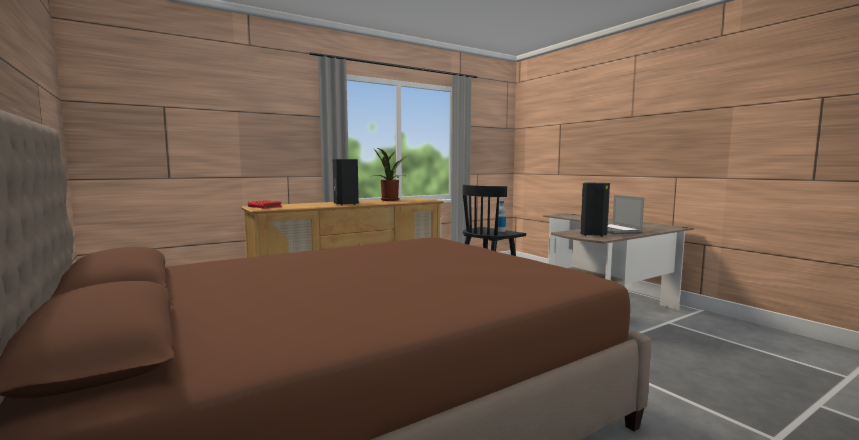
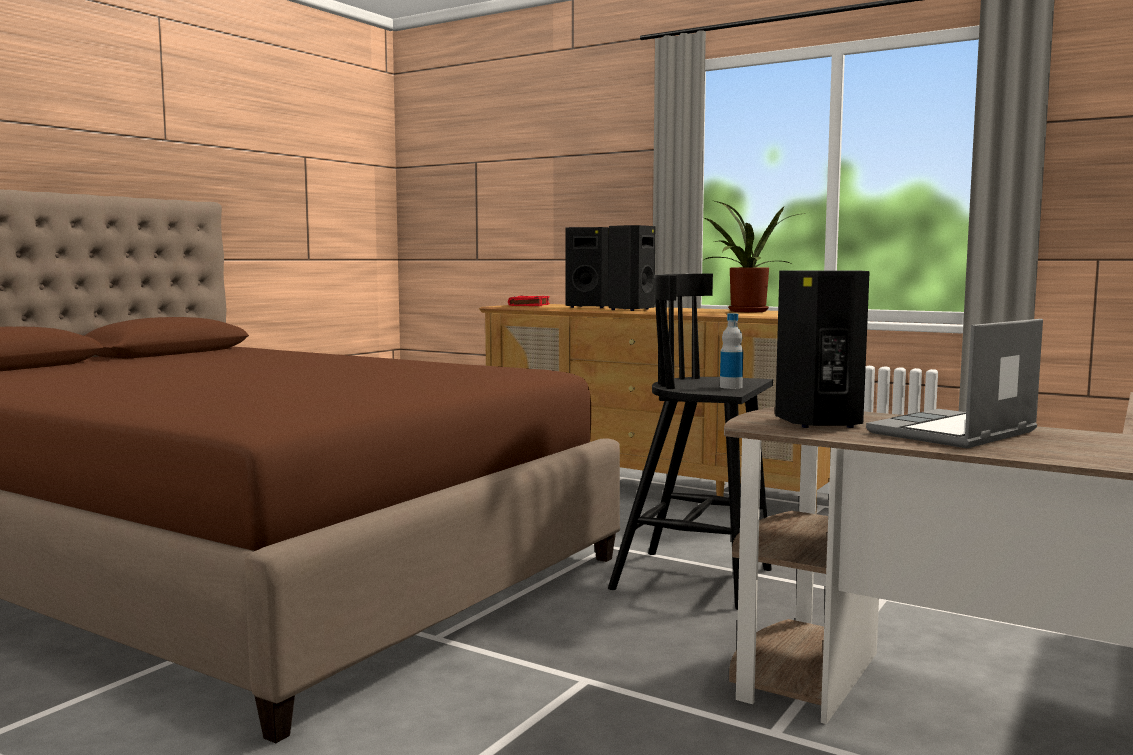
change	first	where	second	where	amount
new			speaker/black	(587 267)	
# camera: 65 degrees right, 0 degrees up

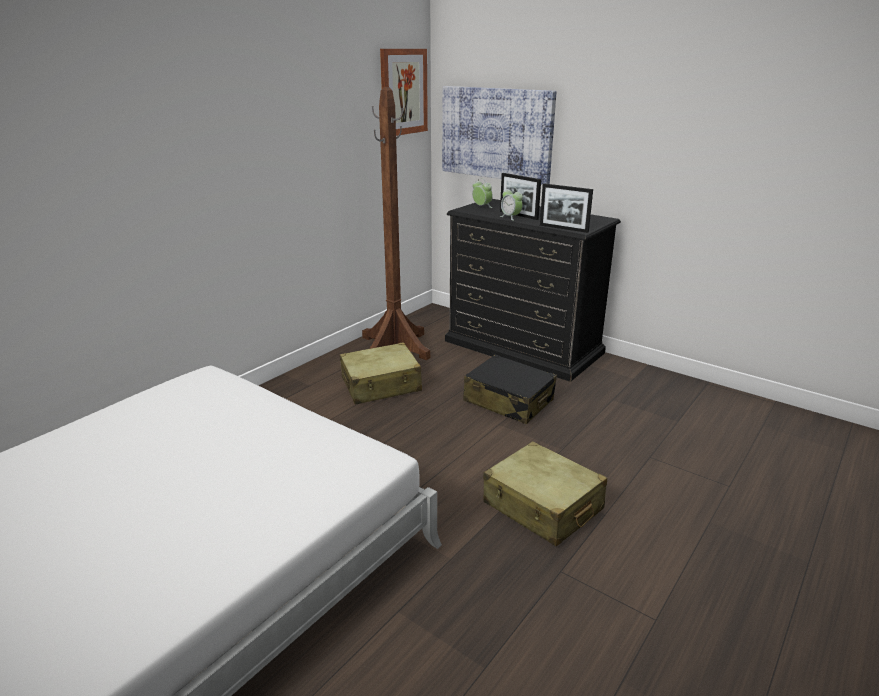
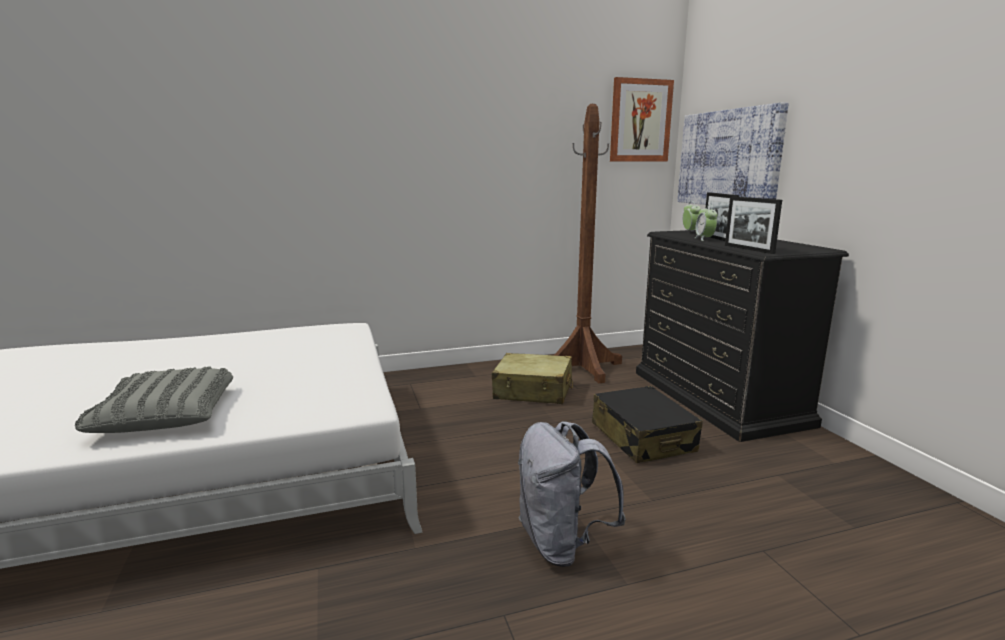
change	first	where	second	where	amount
swapped	suitcase/beige	(545 493)	backpack/grey	(572 494)	
new			pillow/grey	(153 399)	
# camera: 35 degrees right, 10 degrees down

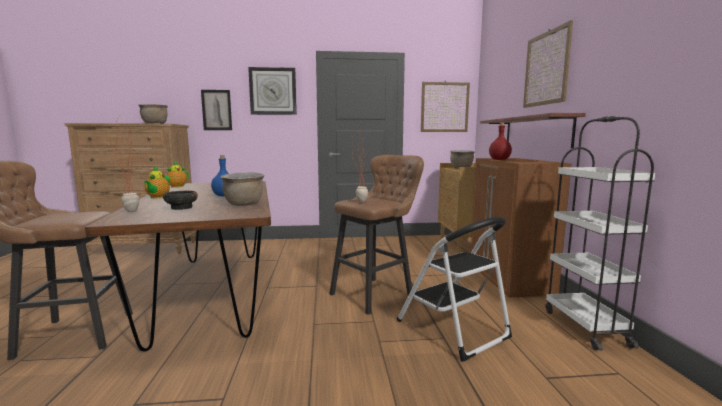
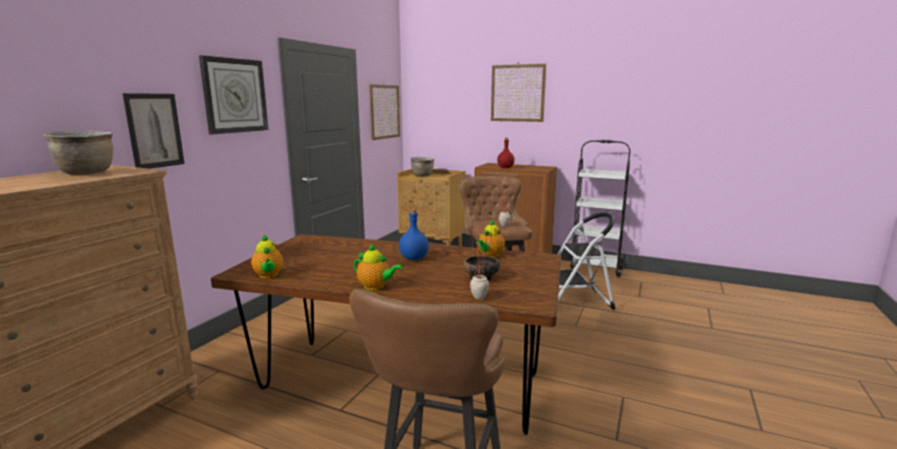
change	first	where	second	where	amount
swapped	cooking pot/brown	(242 189)	teapot	(490 238)	
gone	shelf	(533 130)			
# camera: 60 degrees left, 5 degrees up

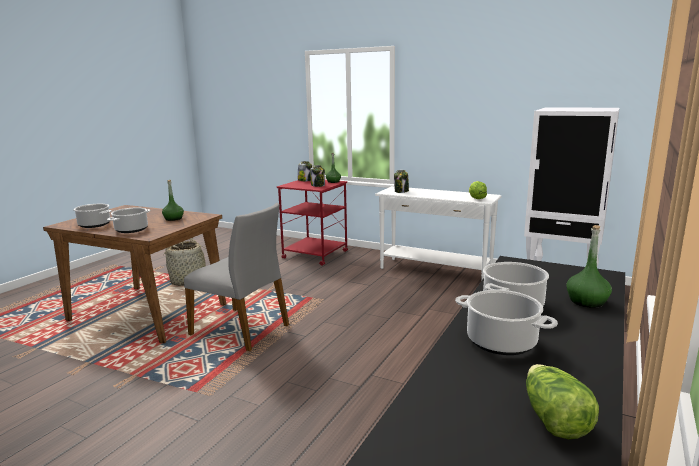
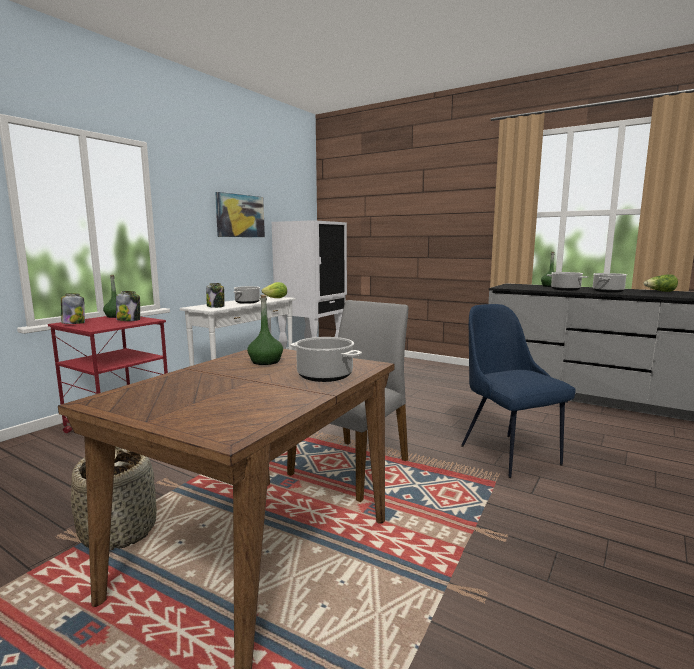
change	first	where	second	where	amount
shifted	cooking pot	(92 216)		(246 295)	
new			picture	(240 214)	
new			chair/blue	(518 391)	
# camera: 85 degrees left, 5 degrees down

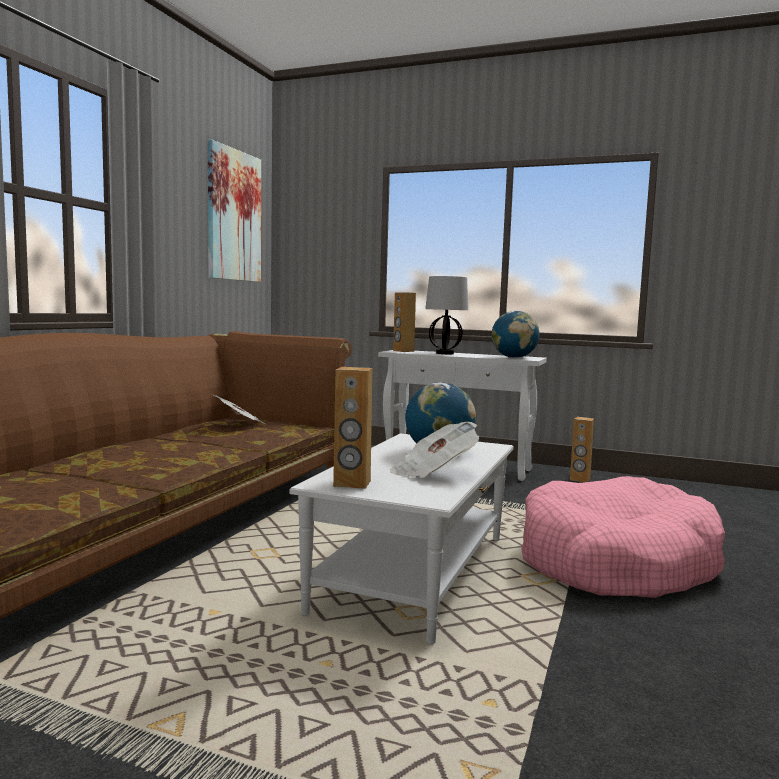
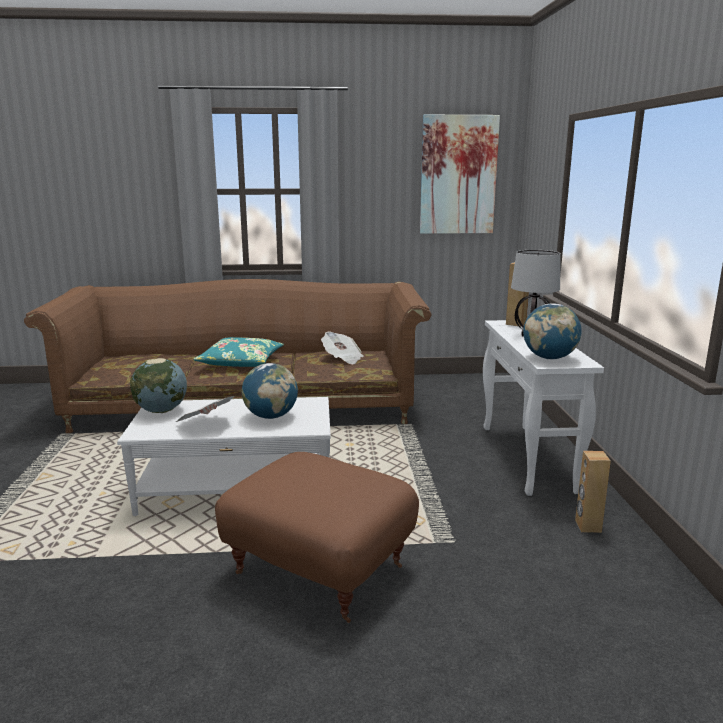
change	first	where	second	where	amount
swapped	speaker/brown	(352 428)	globe	(158 385)	
swapped	dog bed/pink	(623 537)	ottoman/brown	(317 537)	
new			pillow/turquoise	(238 352)	
# camera: 65 degrees right, 10 degrees up

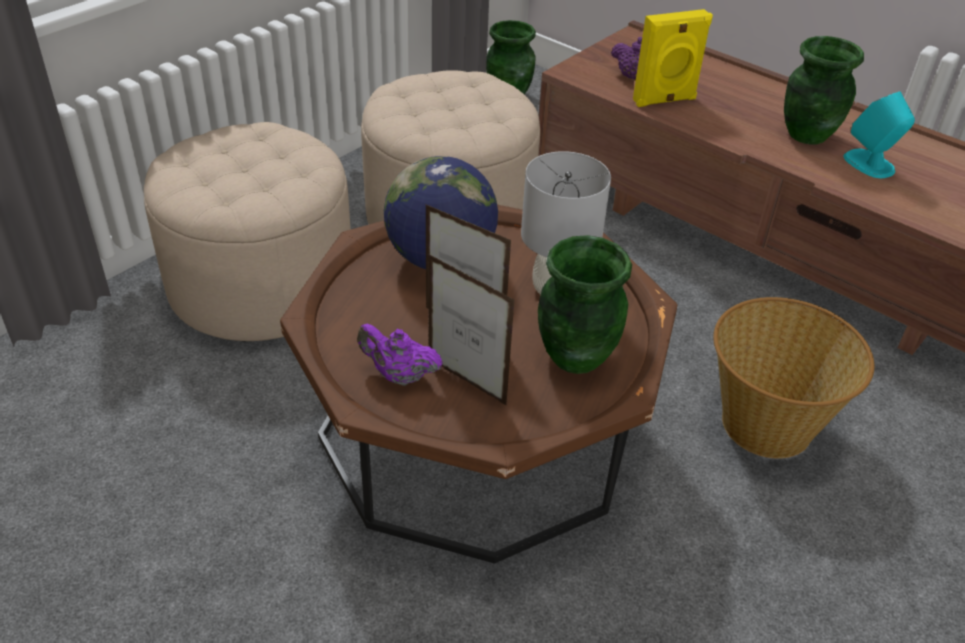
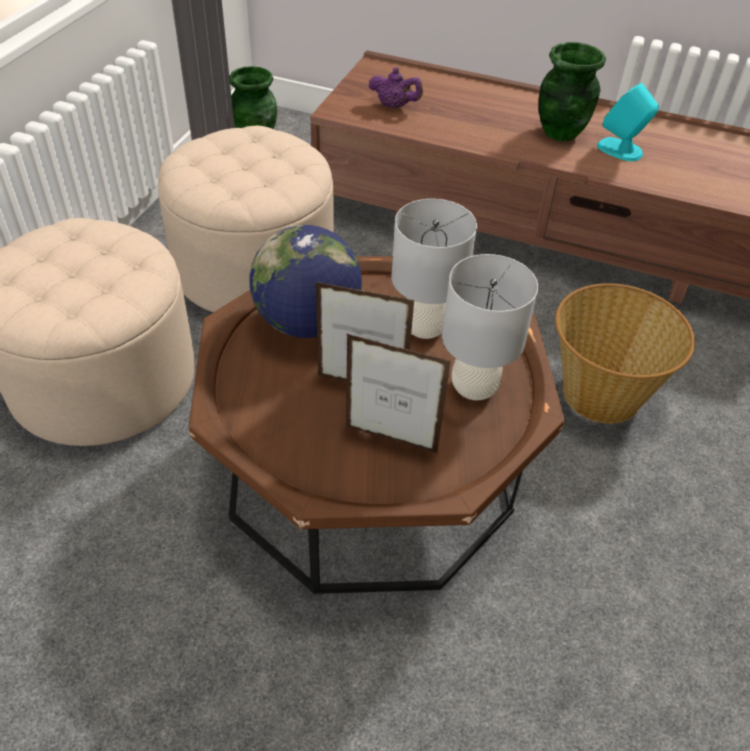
change	first	where	second	where	amount
gone	teapot/purple	(400 355)			
swapped	vase/green	(585 304)	table lamp/grey	(490 327)	
gone	speaker/yellow	(673 58)			
# camera: 20 degrees left, 5 degrees up

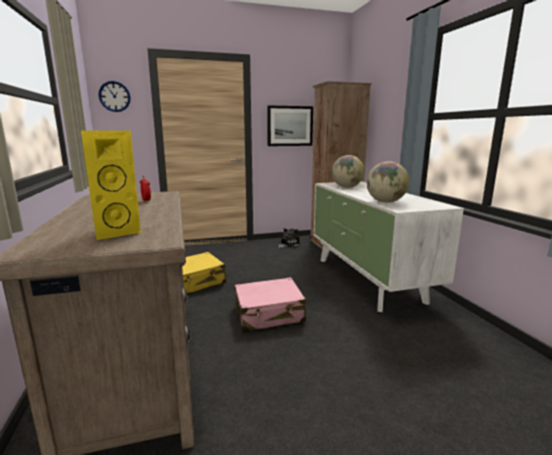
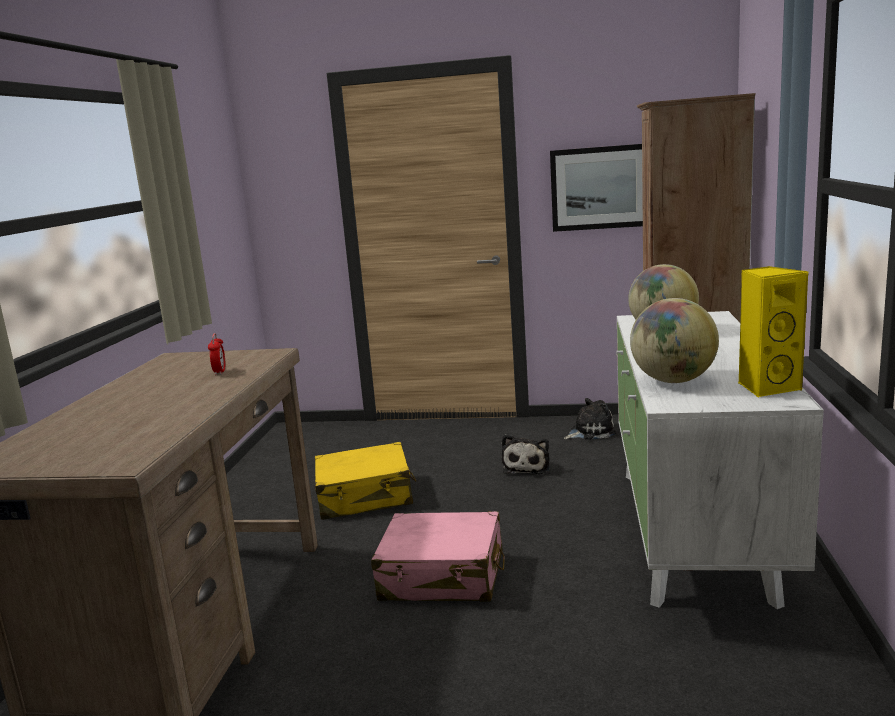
change	first	where	second	where	amount
shifted	speaker/yellow	(111 185)		(773 331)	
gone	wall clock	(114 96)			
new			plush toy	(526 454)	
# camera: 25 degrees right, 0 degrees up

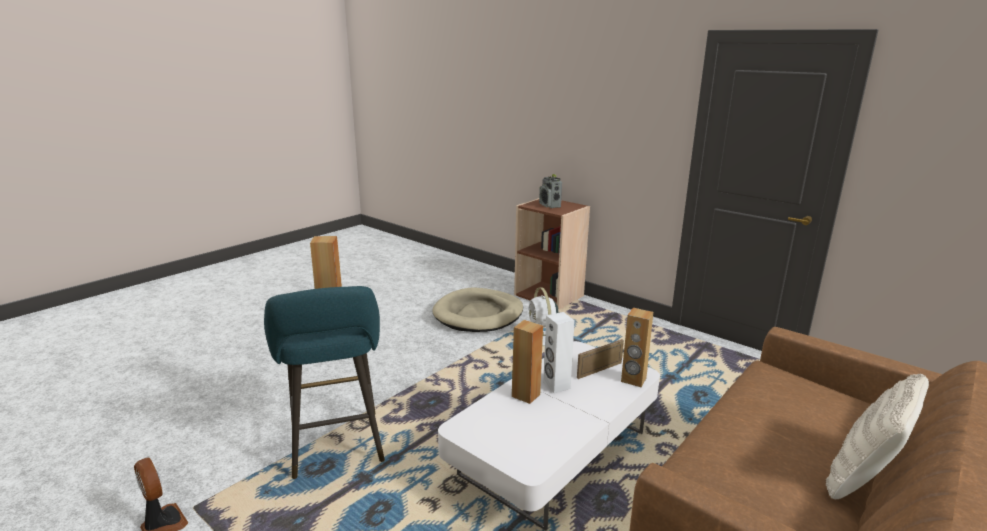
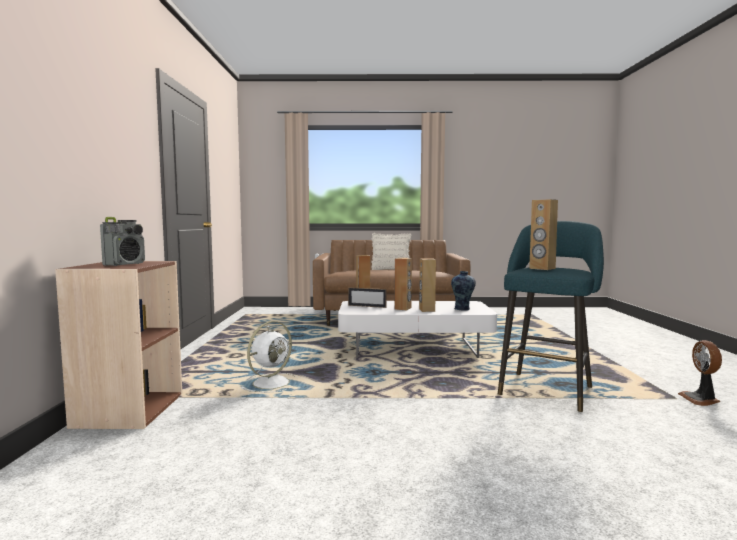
change	first	where	second	where	amount
gone	dog bed/beige	(477 309)			
repainted	speaker/white	(559 352)	speaker/brown	(403 284)	
new			vase	(463 291)	
# camera: 130 degrees left, 15 degrees down

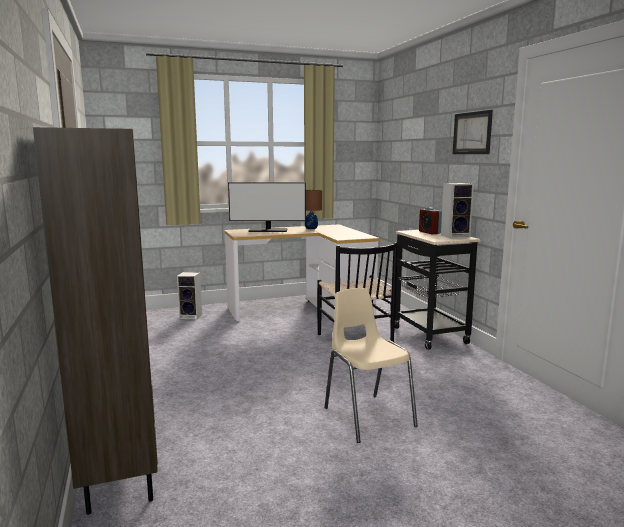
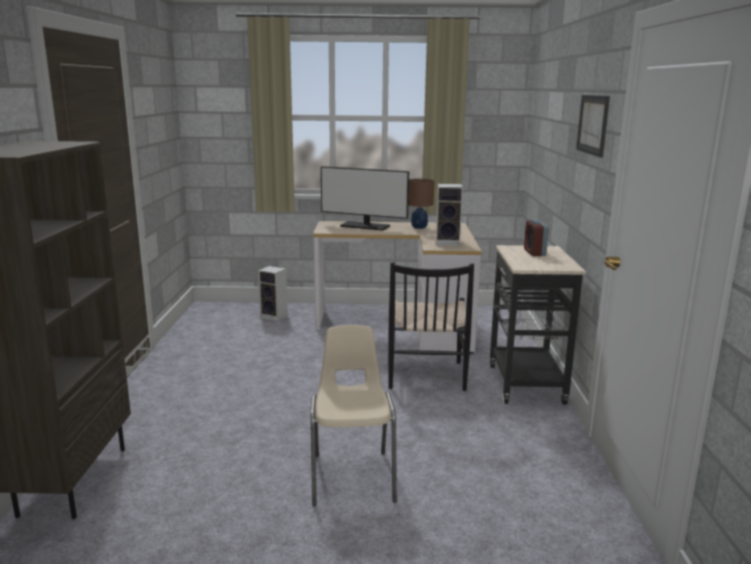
change	first	where	second	where	amount
shifted	speaker	(457 211)		(449 215)	
# camera: 20 degrees right, 5 degrees up

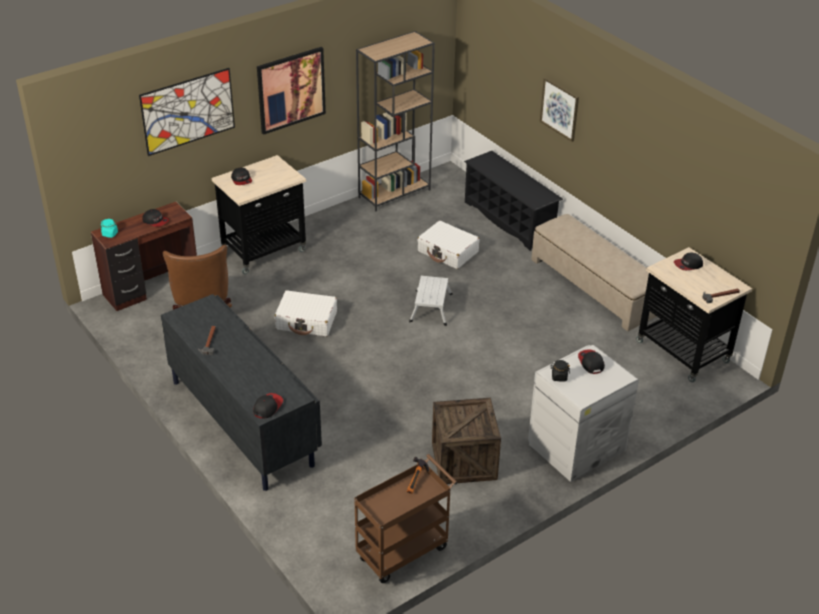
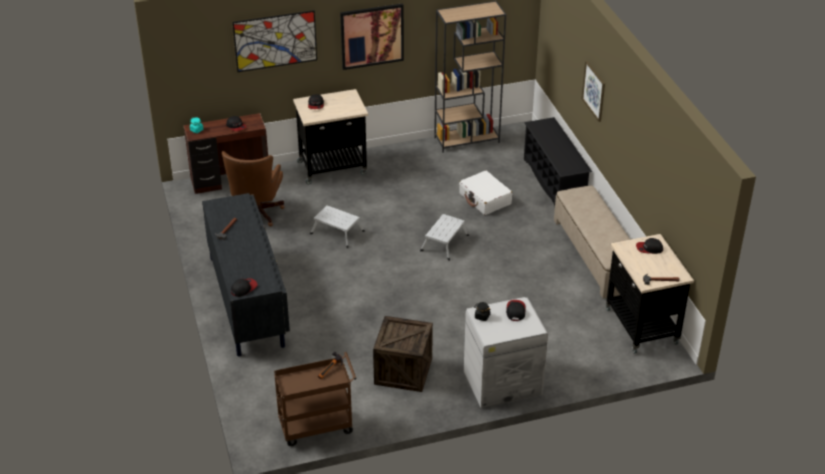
change	first	where	second	where	amount
swapped	suitcase/white	(306 313)	step ladder/white	(337 226)	
# camera: 20 degrees right, 0 degrees up

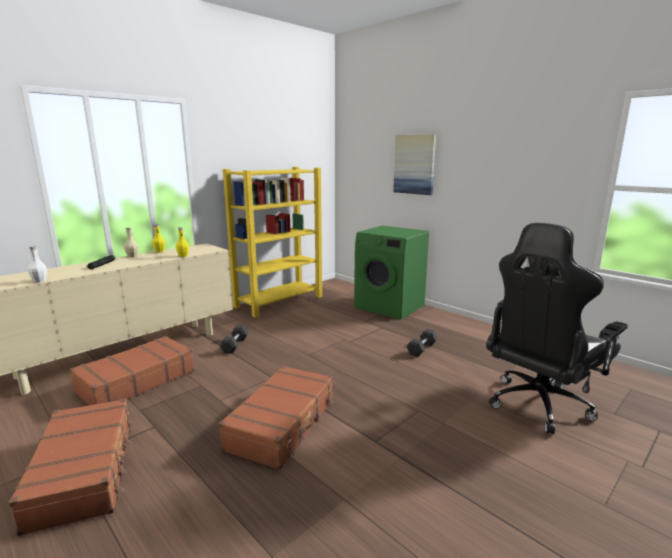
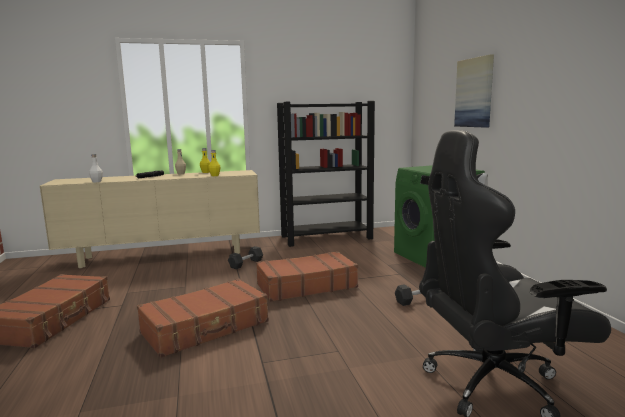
change	first	where	second	where	amount
shifted	suitcase/brown	(132 370)		(307 276)	
repainted	bookcase/yellow	(272 242)	bookcase/black	(326 174)	
# camera: 30 degrees right, 5 degrees down

